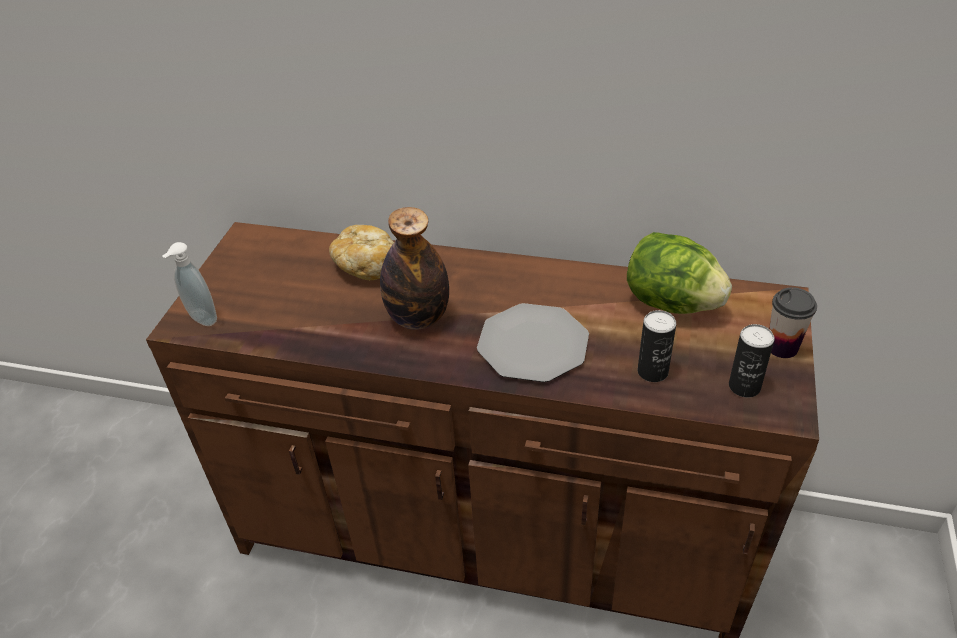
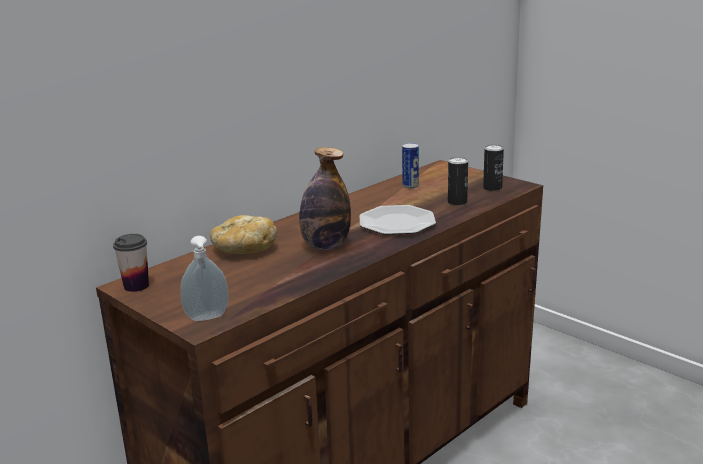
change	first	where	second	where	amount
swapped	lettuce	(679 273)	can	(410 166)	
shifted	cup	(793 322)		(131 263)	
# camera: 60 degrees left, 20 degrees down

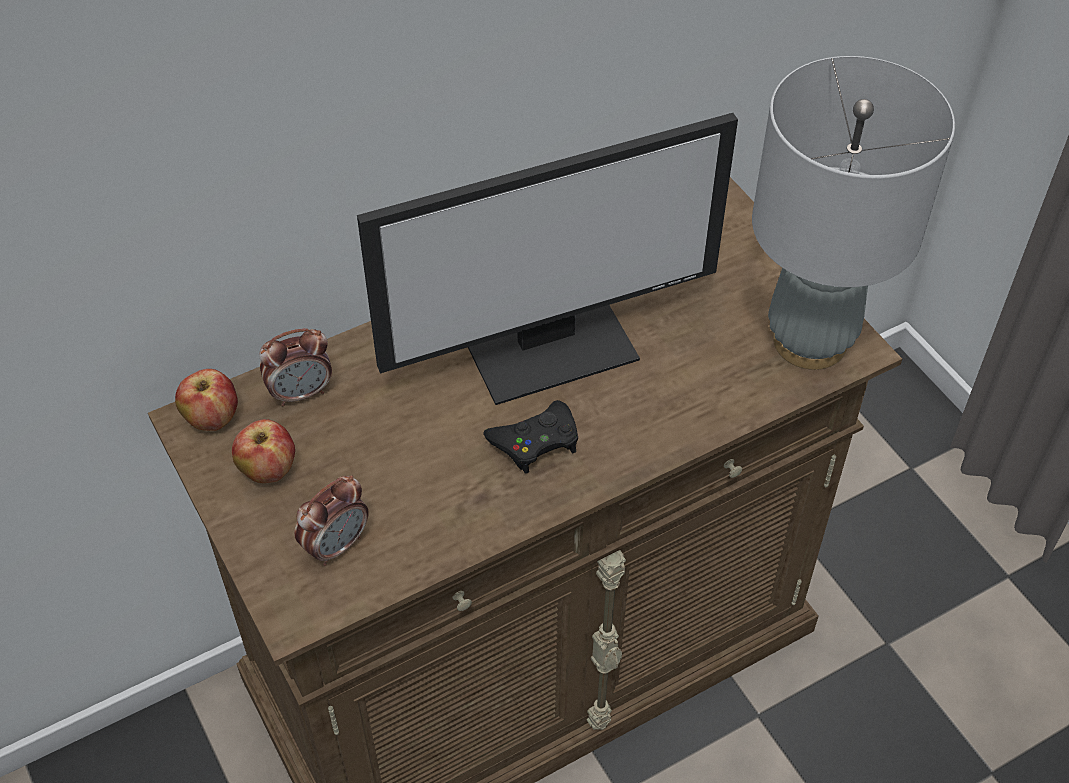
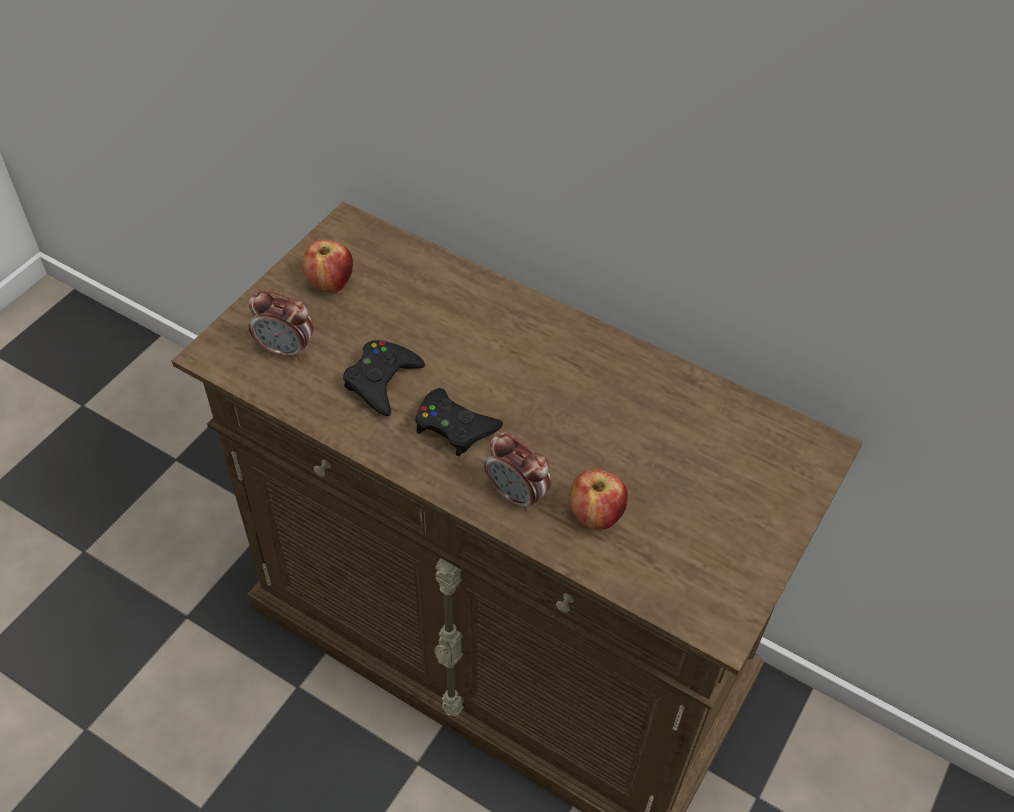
change	first	where	second	where	amount
shifted	apple	(206 400)		(598 499)	
shifted	alarm clock	(295 367)		(517 472)	
gone	monitor	(547 259)			
gone	table lamp/grey	(853 213)			
new			game controller/black	(384 378)	
# camera: 60 degrees right, 0 degrees up

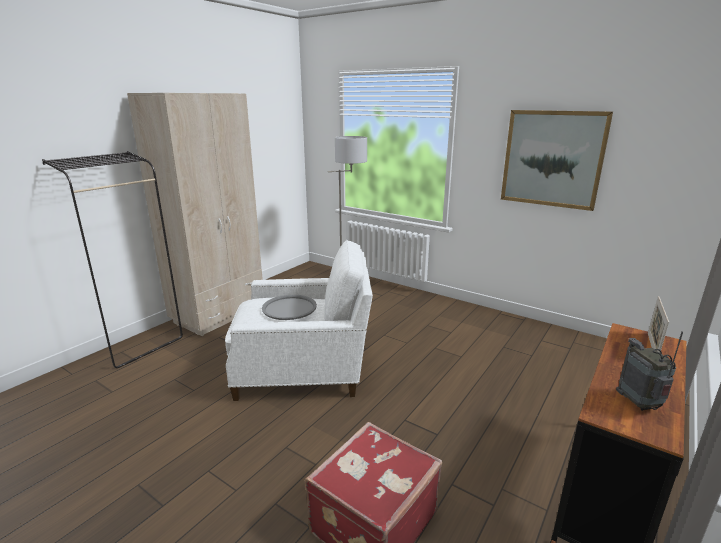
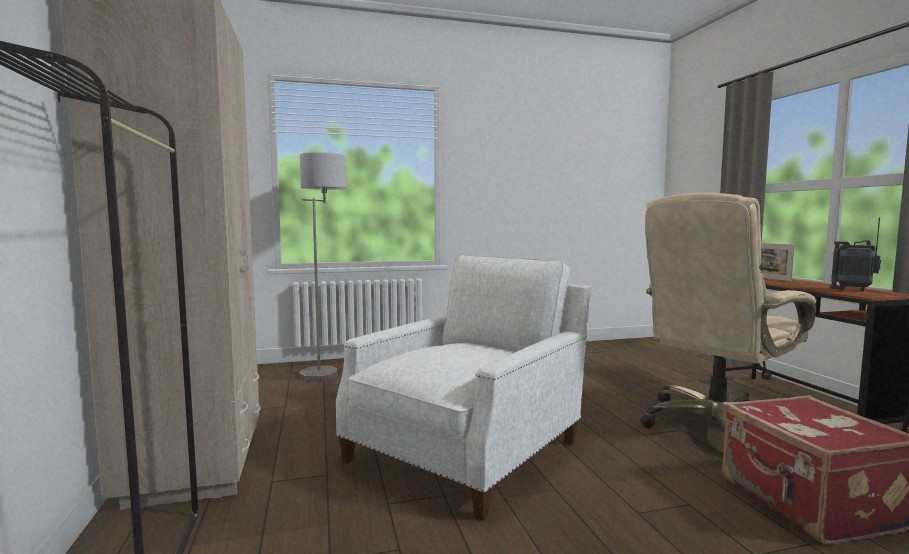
change	first	where	second	where	amount
gone	tray/grey	(289 307)			
gone	picture	(557 160)			
new			office chair/beige	(728 312)	
# camera: 50 degrees left, 15 degrees down

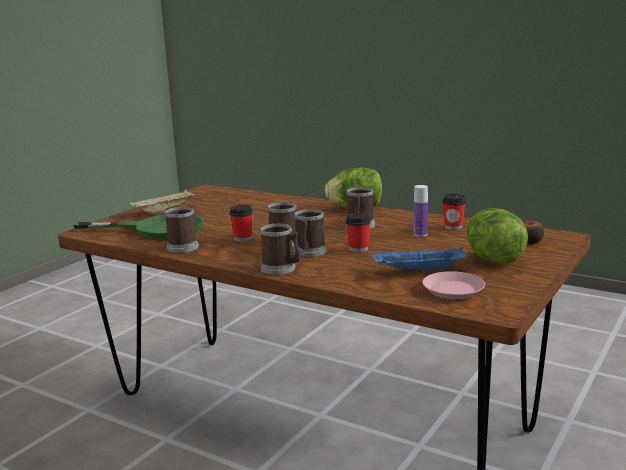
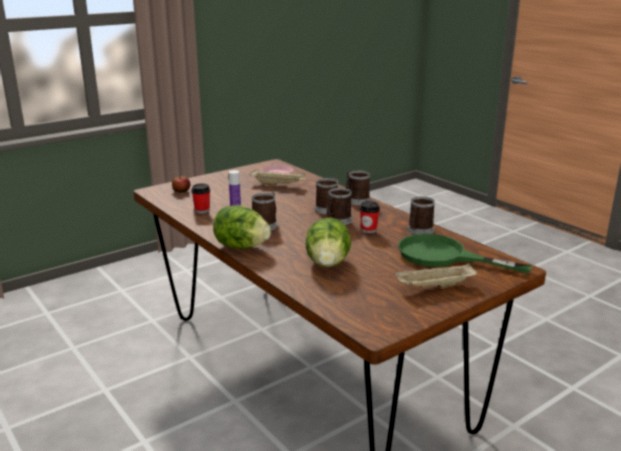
change	first	where	second	where	amount
gone	cup	(358 232)			
repainted	tray/blue	(419 260)	tray/beige	(277 178)	
shifted	lettuce	(497 236)		(328 242)	
# camera: 160 degrees left, 5 degrees up

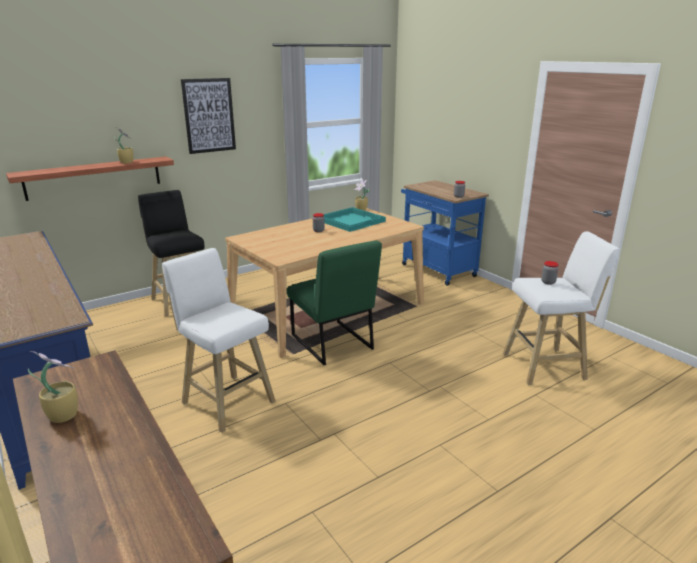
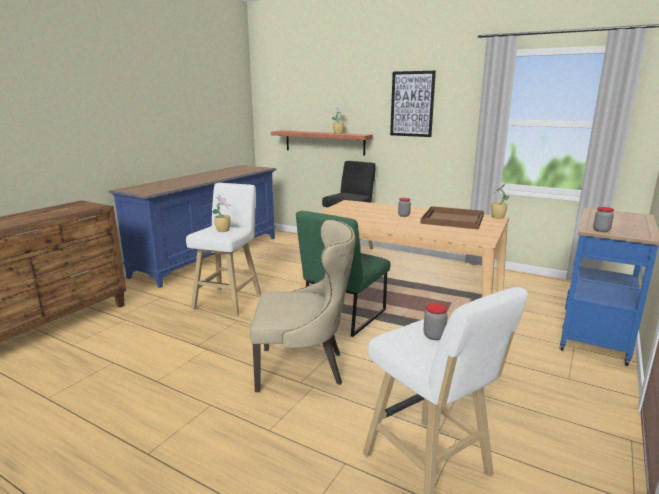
change	first	where	second	where	amount
shifted	potted plant	(53 387)		(221 213)	
repainted	tray/turquoise	(354 219)	tray/brown	(452 218)	
new			chair/beige	(302 305)	
# camera: 65 degrees right, 5 degrees down

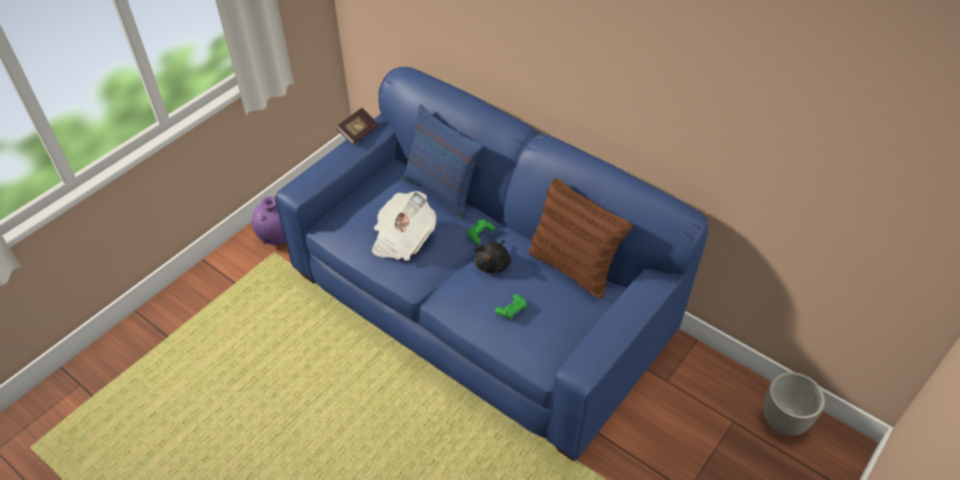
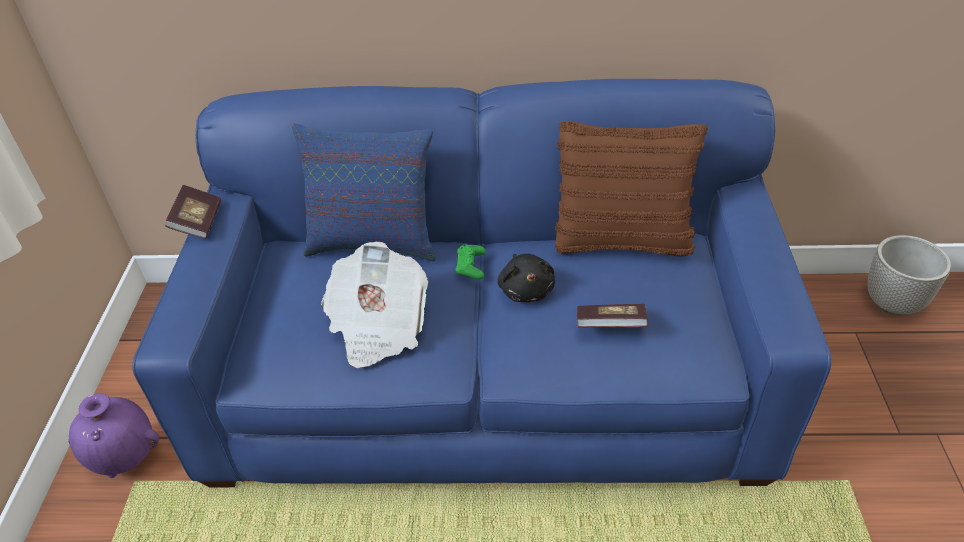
change	first	where	second	where	amount
swapped	game controller/green	(511 307)	book	(613 315)	
# camera: 35 degrees left, 5 degrees down

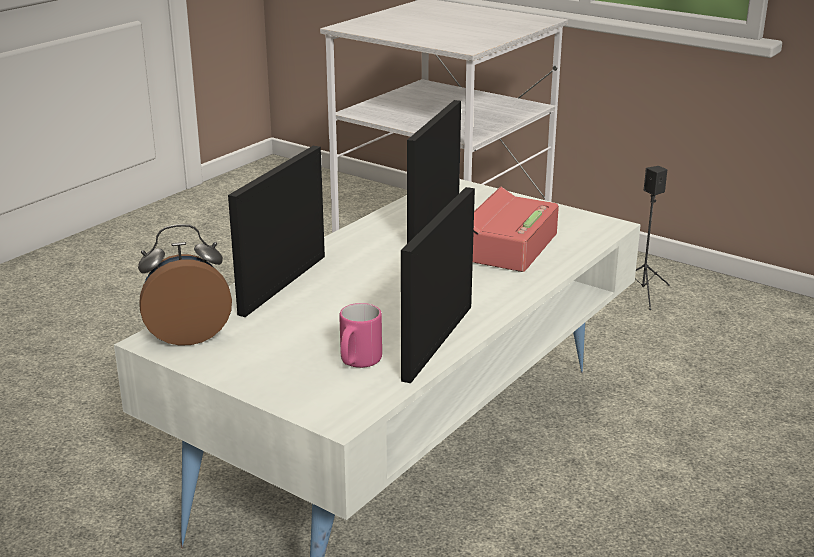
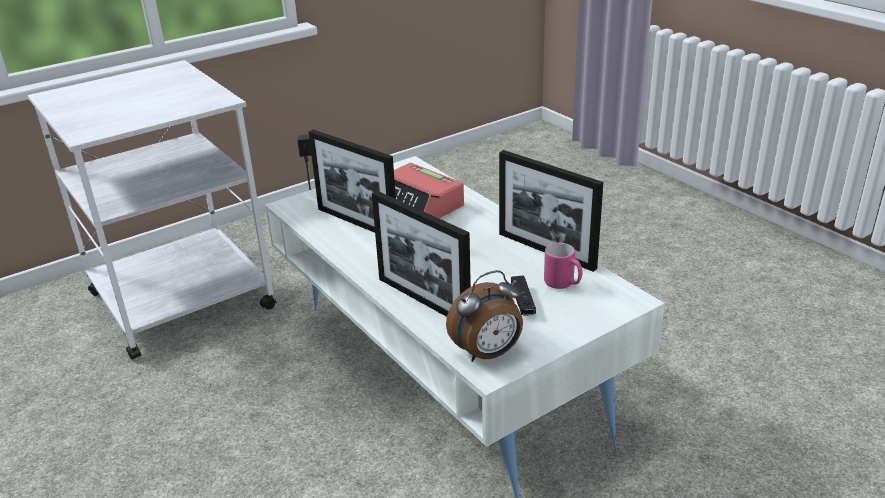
change	first	where	second	where	amount
rotated	alarm clock	(185 285)		(484 316)	120 degrees counterclockwise
new			game controller/black	(523 296)	
# camera: 70 degrees left, 5 degrees up

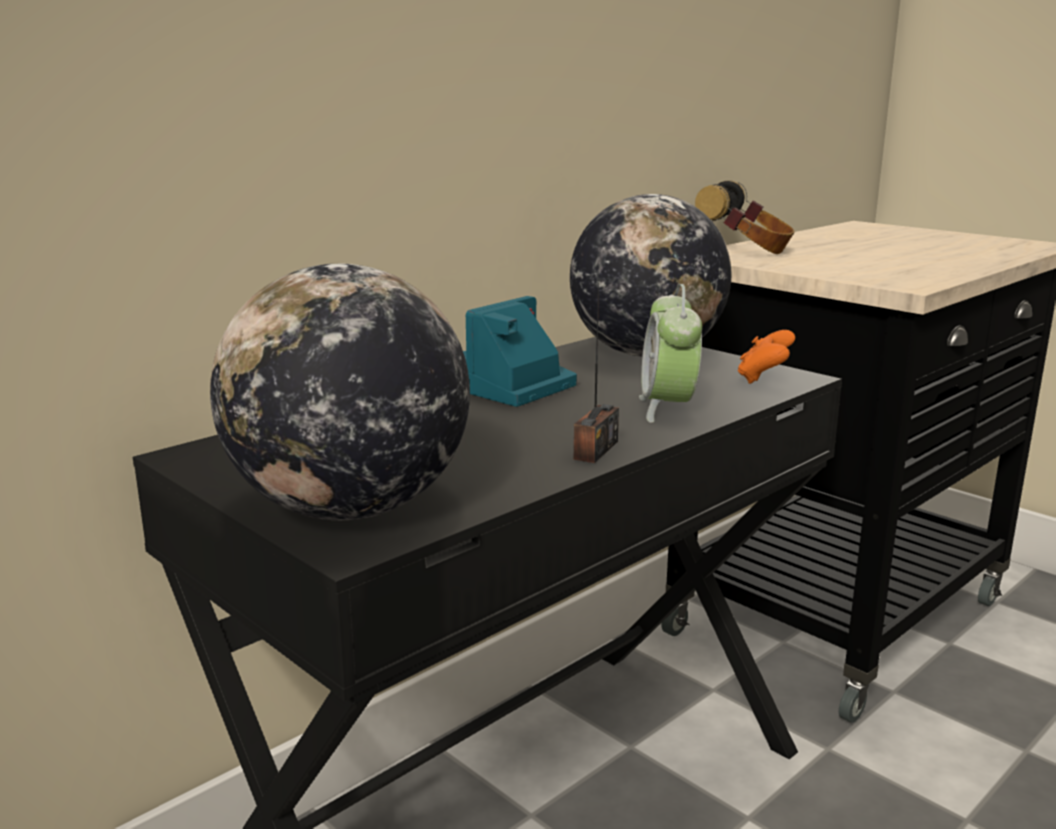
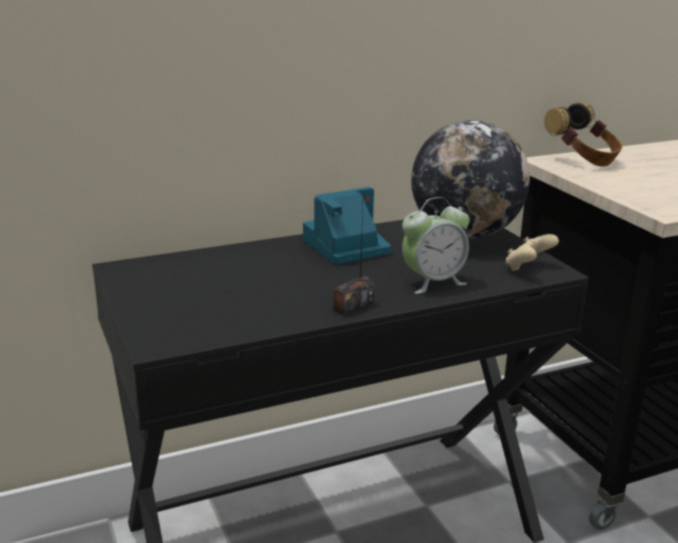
change	first	where	second	where	amount
gone	globe	(340 391)			
rotated	alarm clock	(670 353)		(436 245)	135 degrees counterclockwise
repainted	game controller/orange	(766 357)	game controller/beige	(532 252)	
# camera: 20 degrees right, 5 degrees up

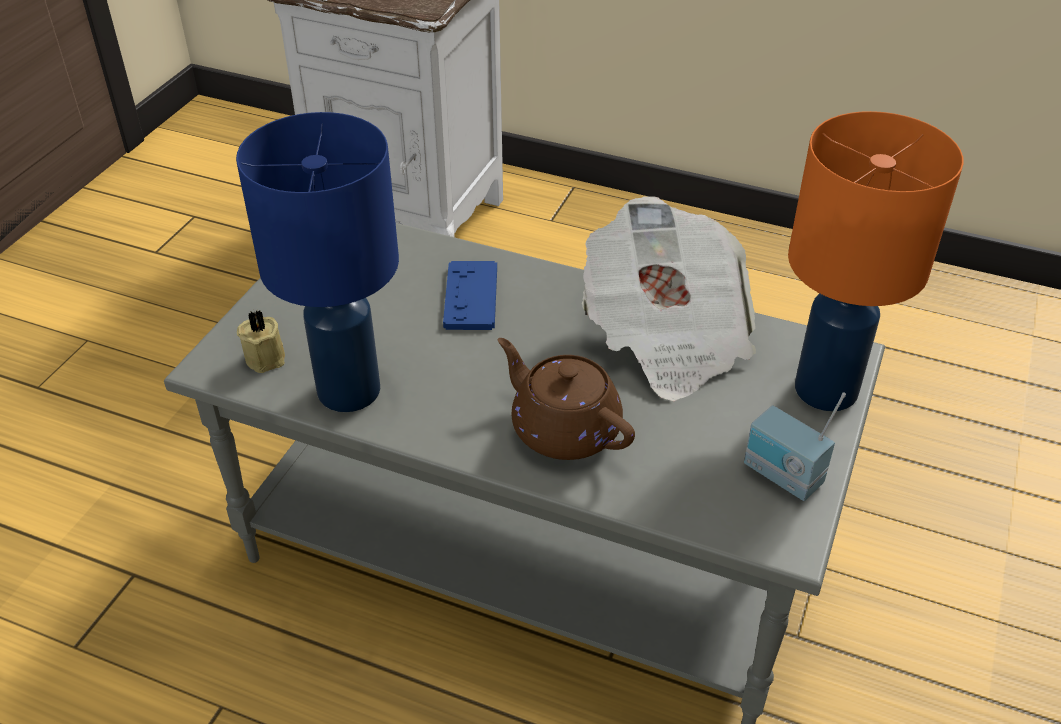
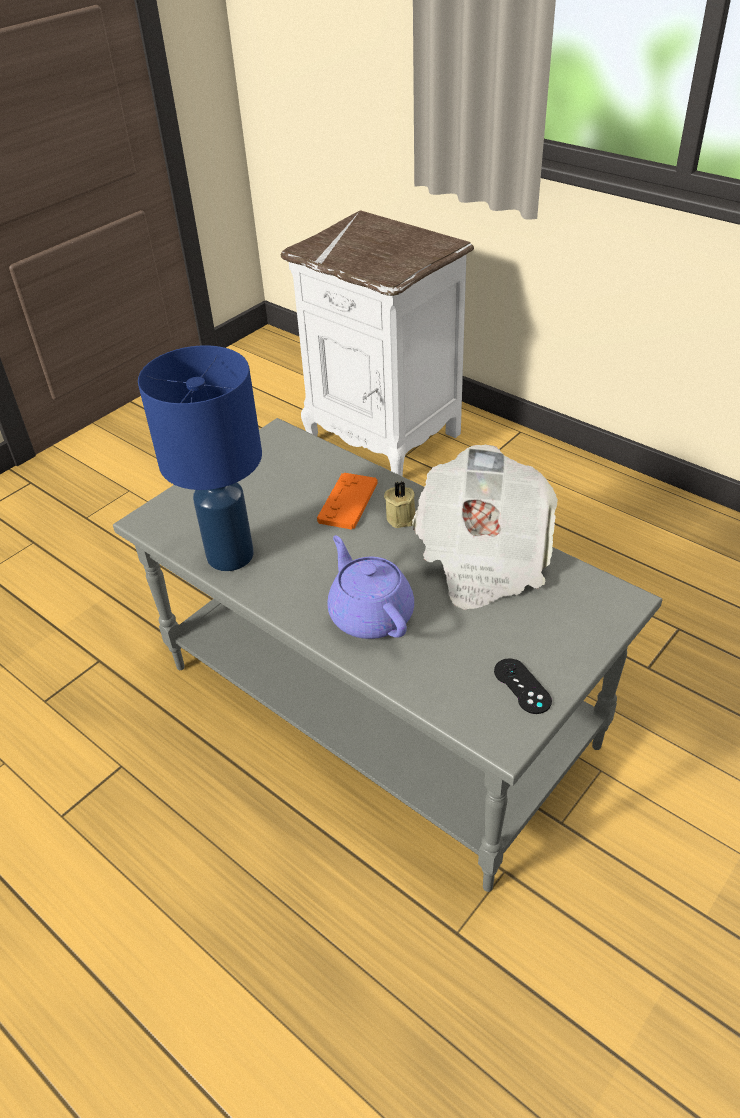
change	first	where	second	where	amount
shifted	candle/beige	(261 342)		(399 504)	
repainted	game controller/blue	(470 295)	game controller/orange	(347 501)	
repainted	teapot/brown	(566 399)	teapot/purple	(370 587)	
swapped	radio	(795 446)	game controller/black	(523 686)	
gone	table lamp/orange	(876 261)			
# camera: 20 degrees right, 0 degrees up

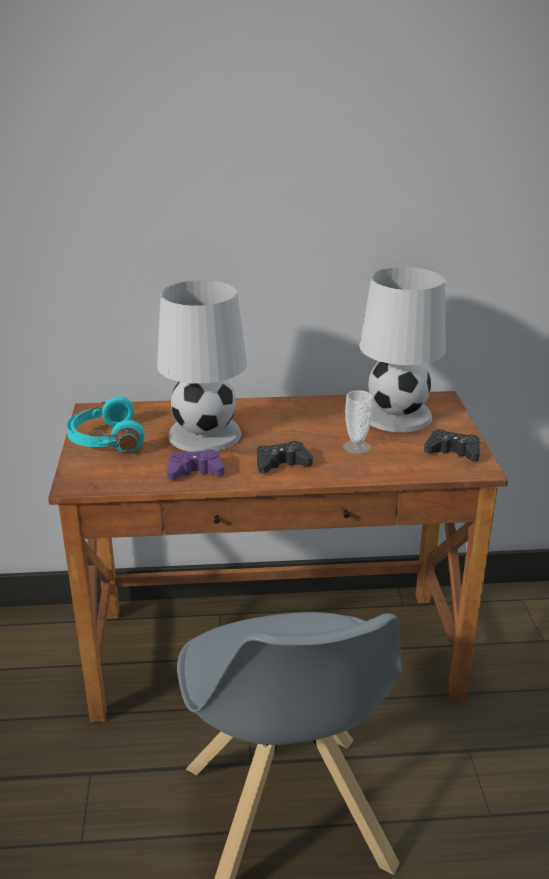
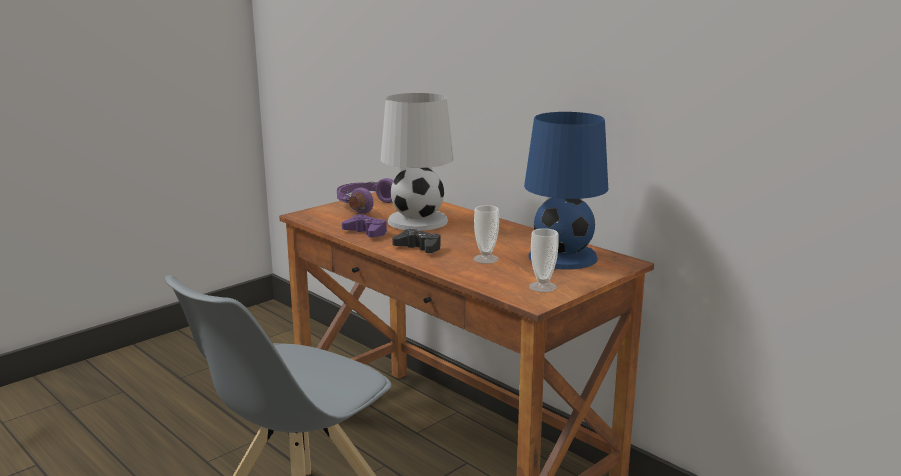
change	first	where	second	where	amount
repainted	headphones/turquoise	(105 424)	headphones/purple	(365 196)	
repainted	table lamp/white	(402 349)	table lamp/blue	(566 191)	
swapped	game controller/black	(452 445)	cup	(544 260)	
# camera: 50 degrees right, 10 degrees down

